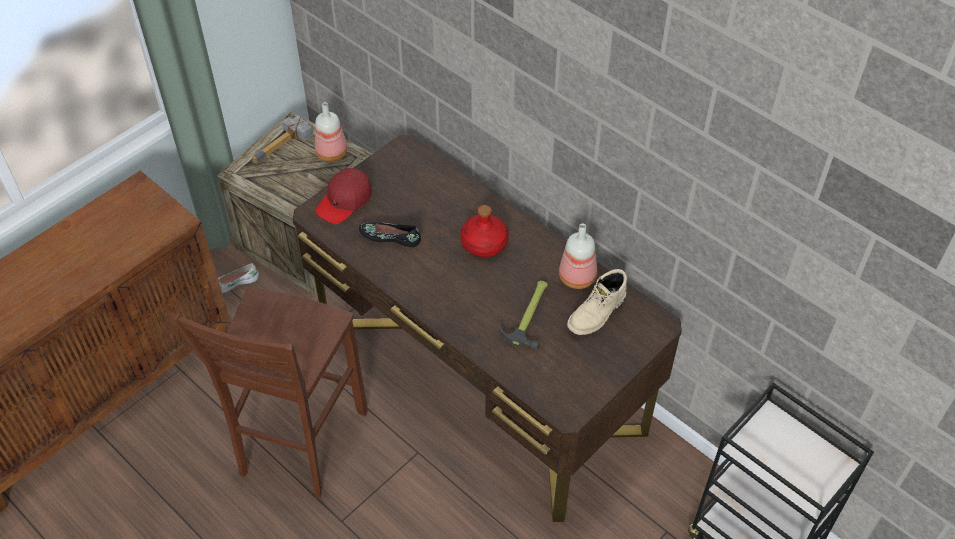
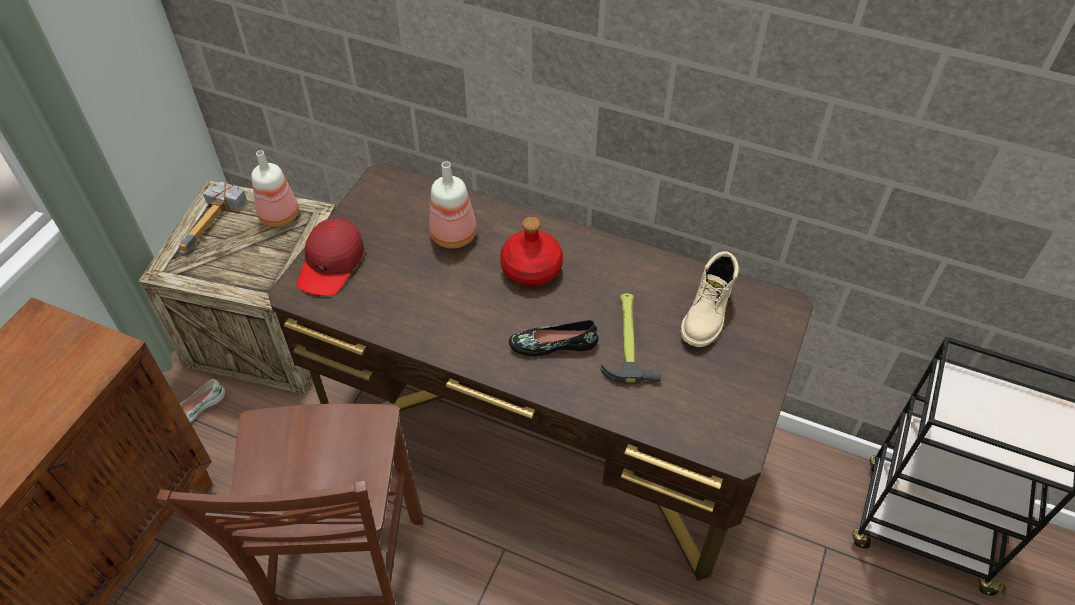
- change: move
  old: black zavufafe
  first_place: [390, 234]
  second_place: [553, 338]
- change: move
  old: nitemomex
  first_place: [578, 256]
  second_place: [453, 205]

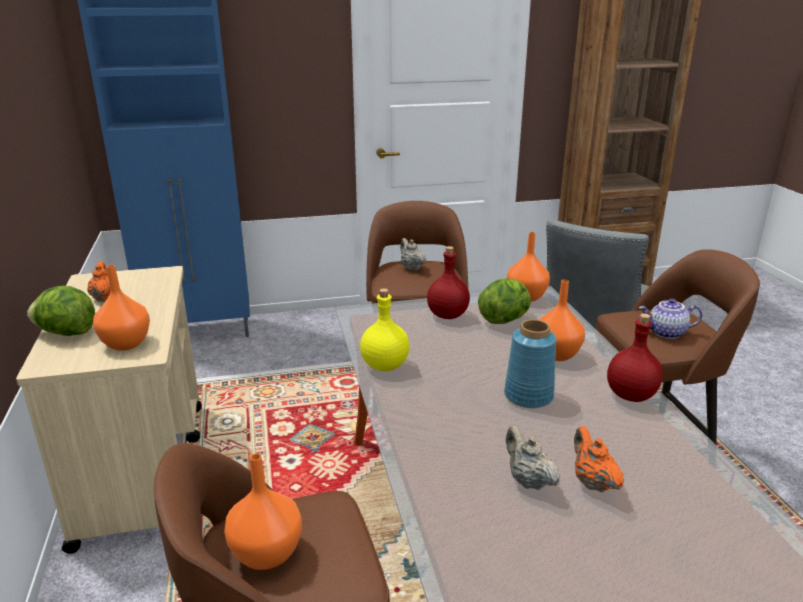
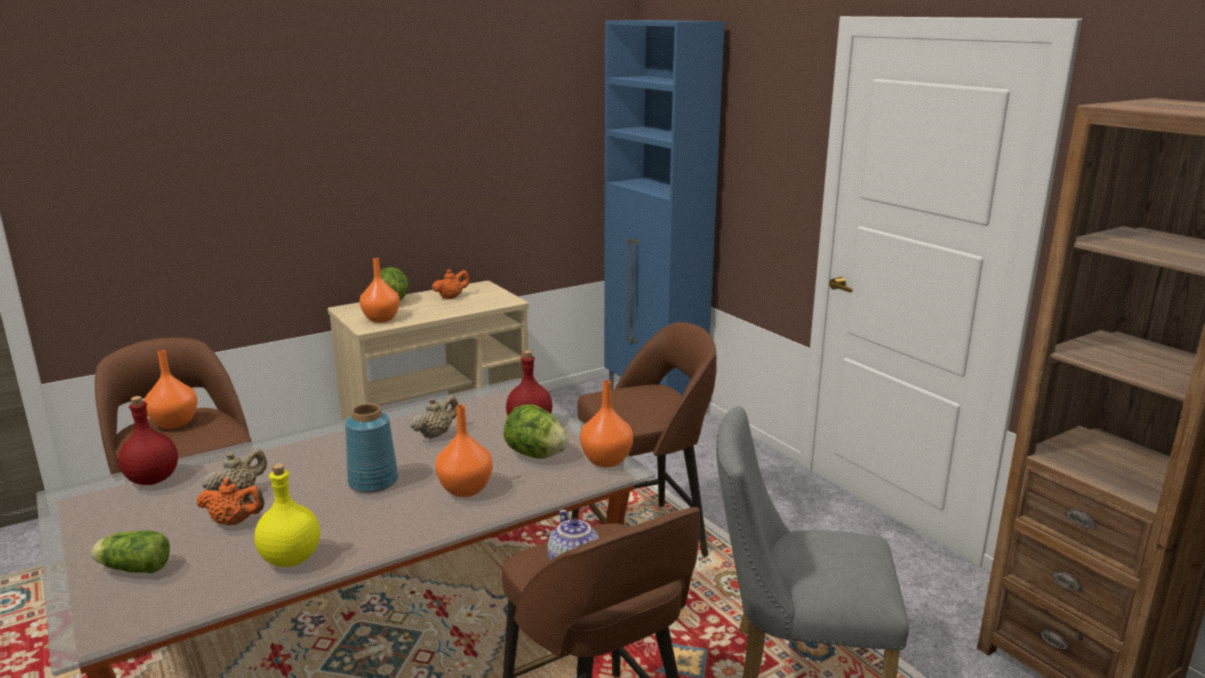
- change: insert
  new: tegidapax
  second_place: [130, 552]
- change: move
  old: yellow nitemomex
  first_place: [384, 329]
  second_place: [287, 515]
- change: move
  old: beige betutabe
  first_place: [413, 254]
  second_place: [434, 417]
- change: move
  old: red nitemomex
  first_place: [635, 357]
  second_place: [148, 440]
- change: rotate
  old: orange betutabe
  first_place: [599, 459]
  second_place: [230, 501]
  degrees: 45

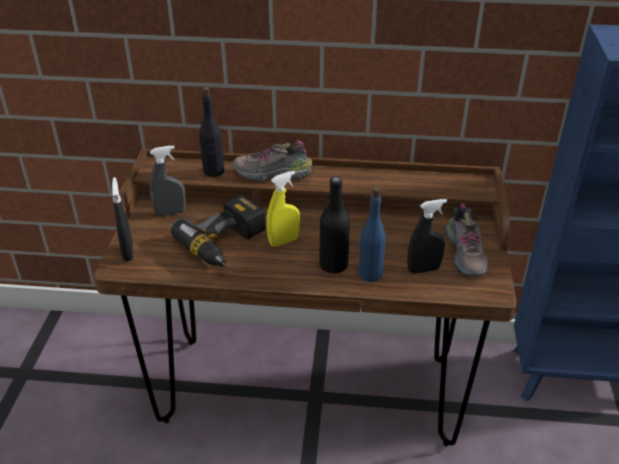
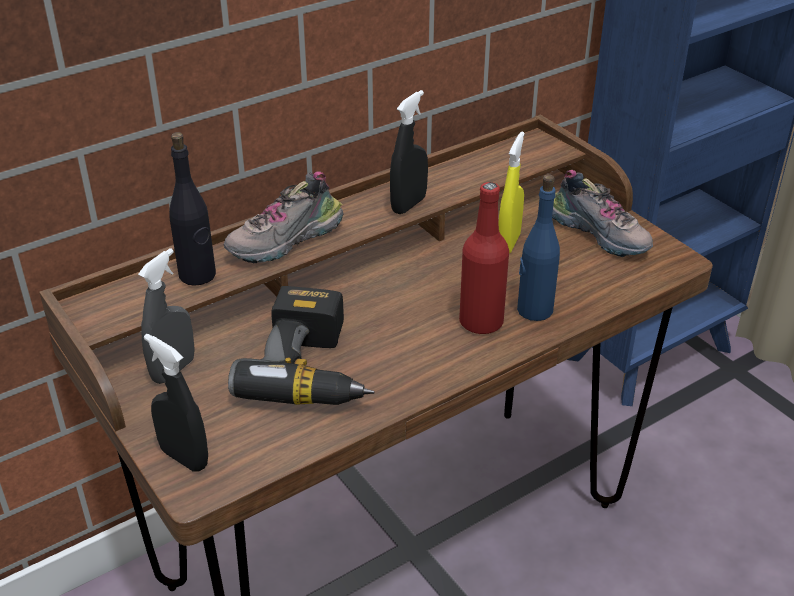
- change: move
  old: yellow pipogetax
  first_place: [283, 209]
  second_place: [512, 192]
- change: move
  old: black pipogetax
  first_place: [427, 236]
  second_place: [409, 152]
- change: recolor
  old: black nitemomex
  new: red nitemomex
  first_place: [334, 225]
  second_place: [484, 258]

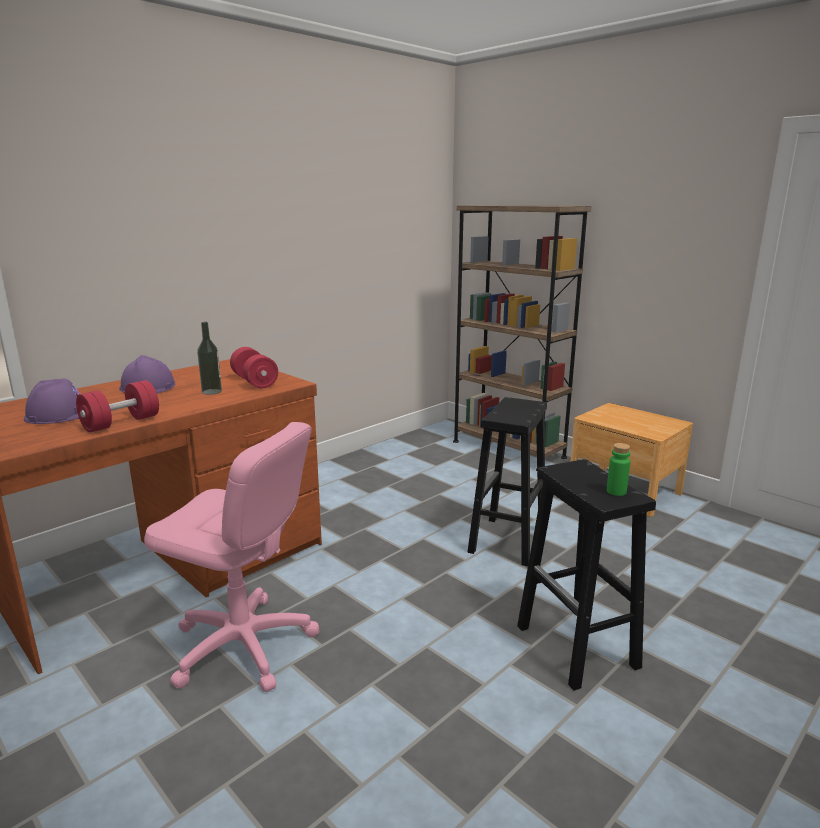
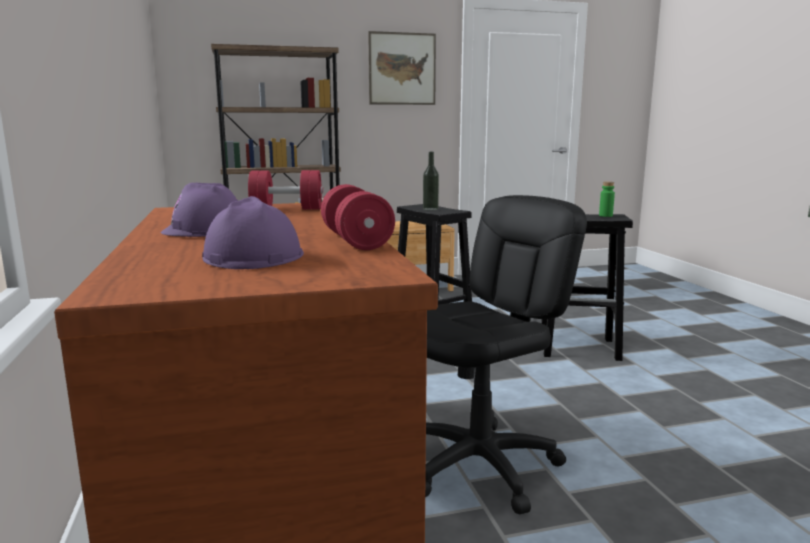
- change: insert
  new: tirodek
  second_place: [402, 68]
- change: move
  old: nitemomex
  first_place: [209, 358]
  second_place: [431, 181]
- change: recolor
  old: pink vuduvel
  new: black vuduvel
  first_place: [232, 557]
  second_place: [506, 354]

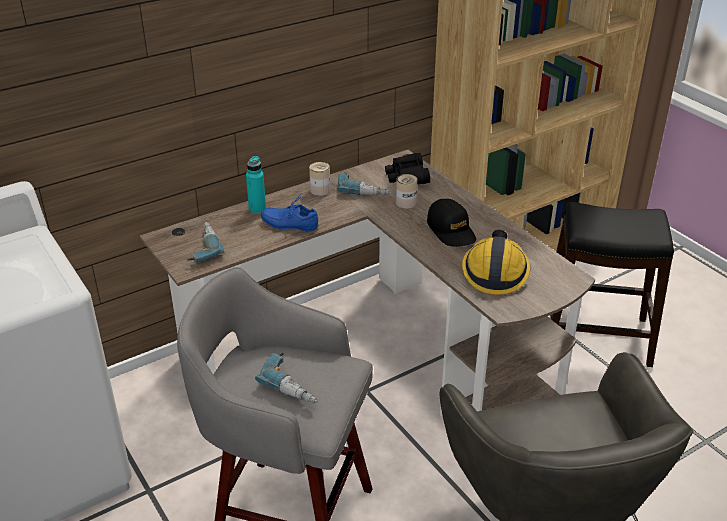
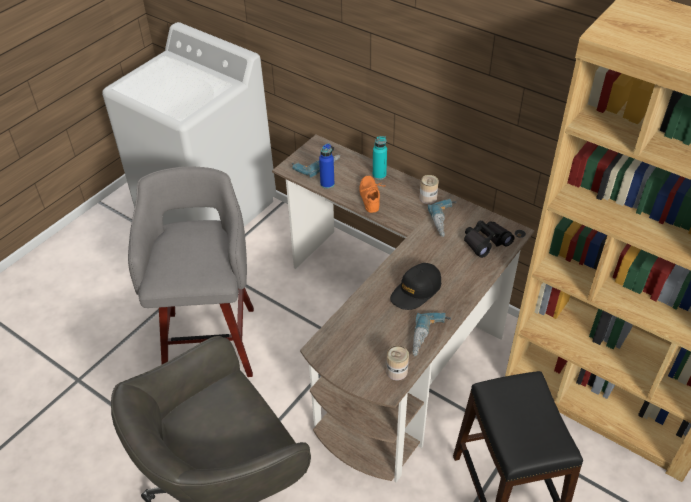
- change: delete
  old: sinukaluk
  first_place: [496, 262]
- change: insert
  new: blue nitemomex
  second_place: [326, 166]
- change: move
  old: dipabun
  first_place: [286, 377]
  second_place: [432, 335]
- change: move
  old: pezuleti
  first_place: [406, 191]
  second_place: [397, 362]
- change: recolor
  old: blue zavufafe
  new: orange zavufafe
  first_place: [289, 212]
  second_place: [372, 194]

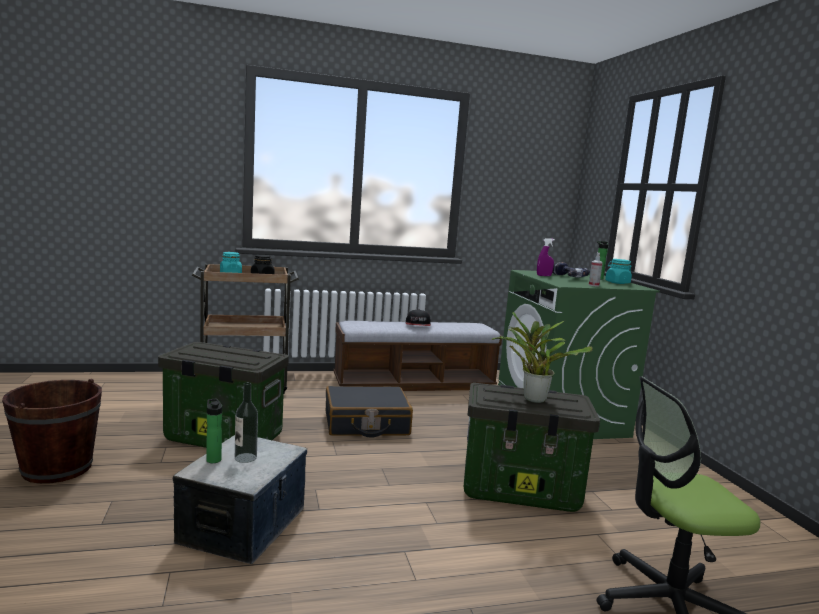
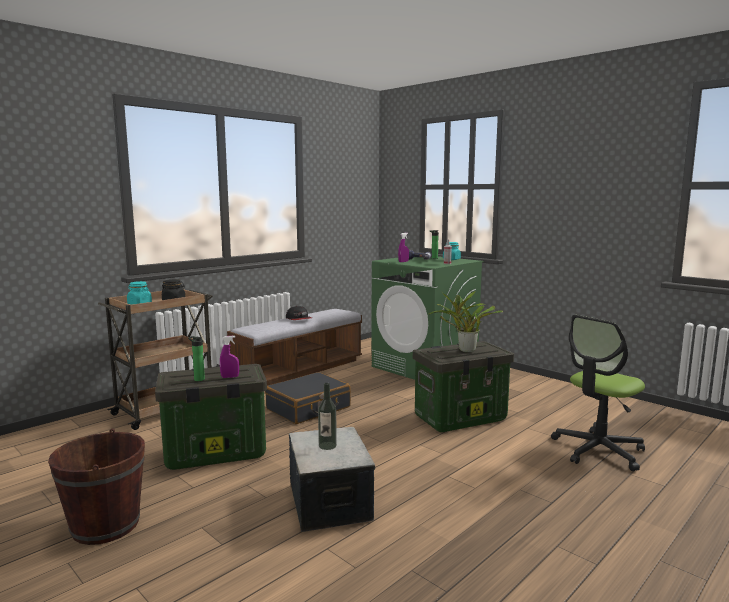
- change: insert
  new: purple pipogetax
  second_place: [229, 357]
- change: move
  old: nitemomex
  first_place: [214, 431]
  second_place: [196, 358]

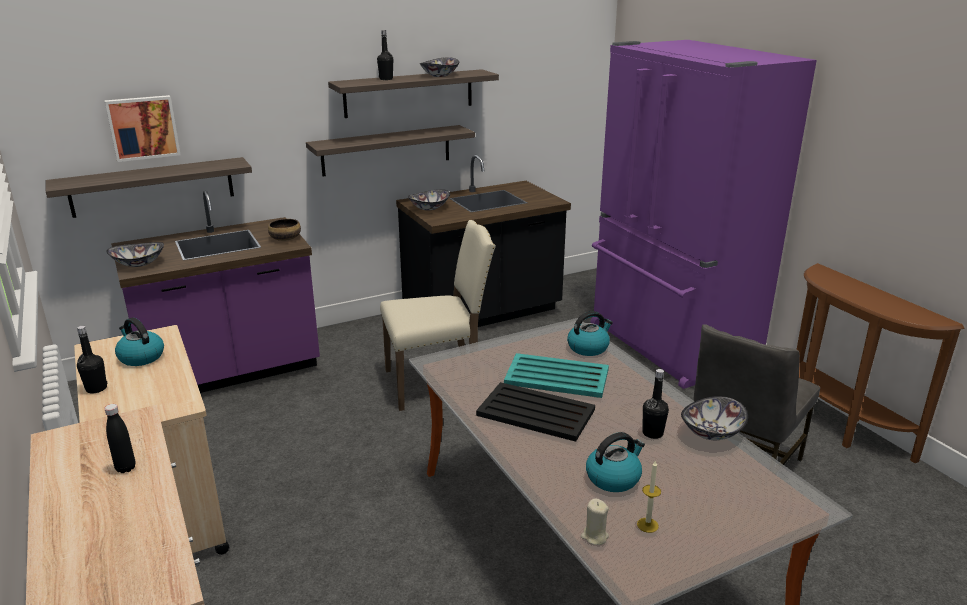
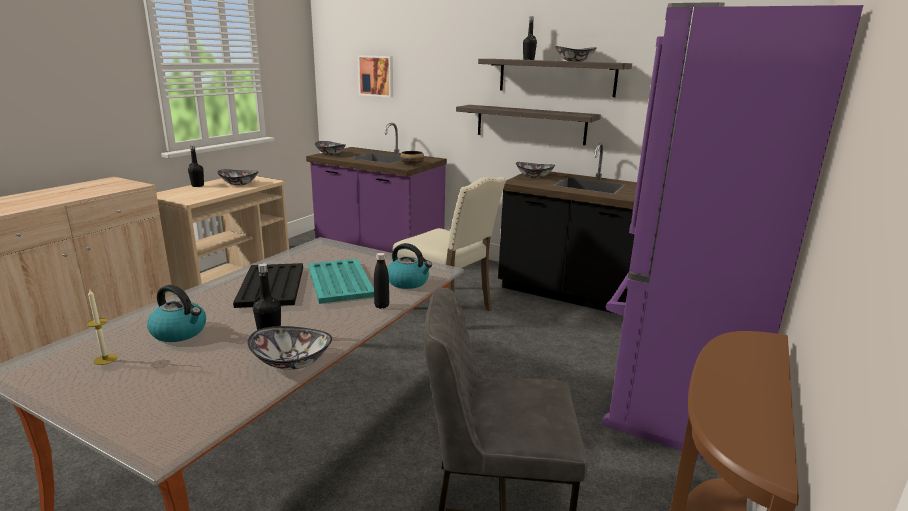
- change: delete
  old: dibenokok
  first_place: [149, 187]
- change: delete
  old: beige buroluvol
  first_place: [595, 521]
- change: move
  old: black nitemomex
  first_place: [119, 438]
  second_place: [381, 281]
- change: replace
  old: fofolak
  new: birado
  first_place: [139, 341]
  second_place: [238, 177]

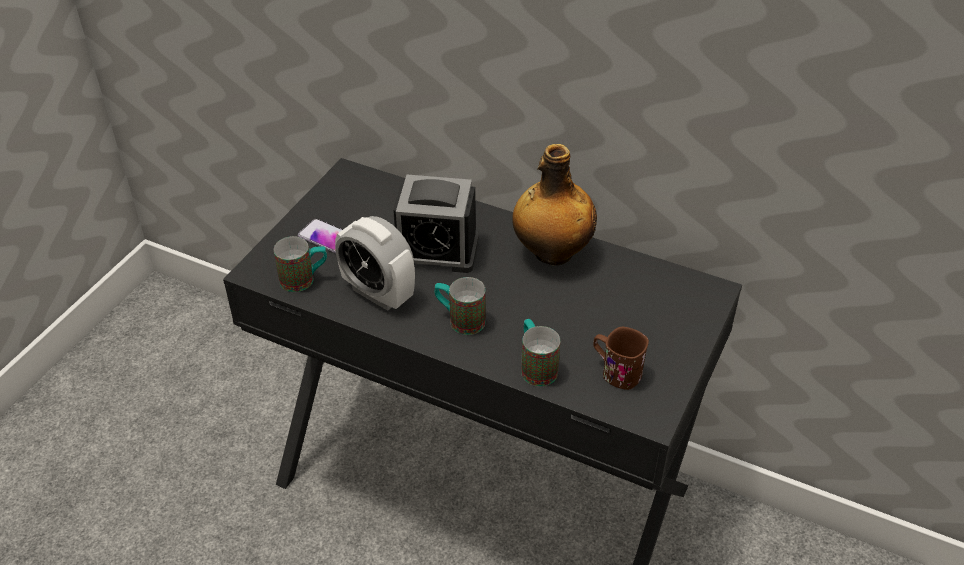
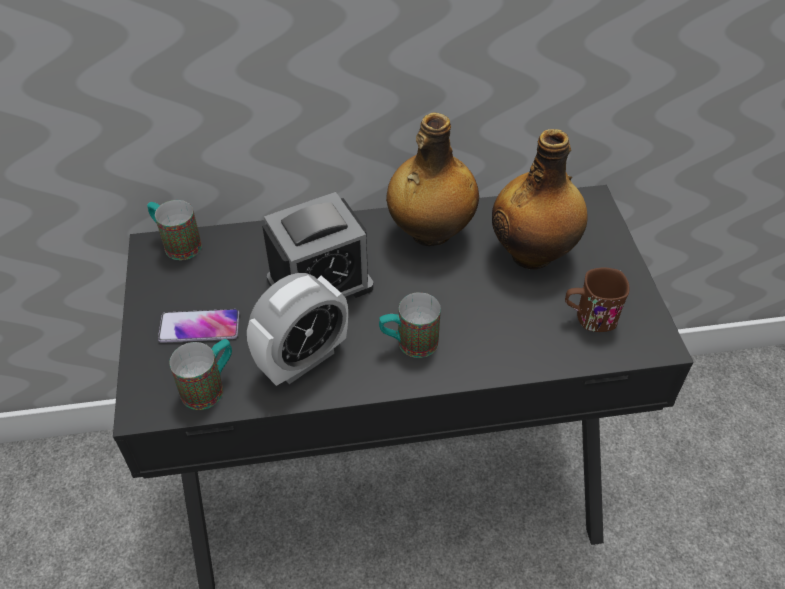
- change: insert
  new: nitemomex
  second_place: [540, 199]
- change: move
  old: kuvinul
  first_place: [540, 352]
  second_place: [174, 230]
- change: rotate
  old: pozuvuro
  first_place: [375, 263]
  second_place: [297, 329]
  degrees: -45

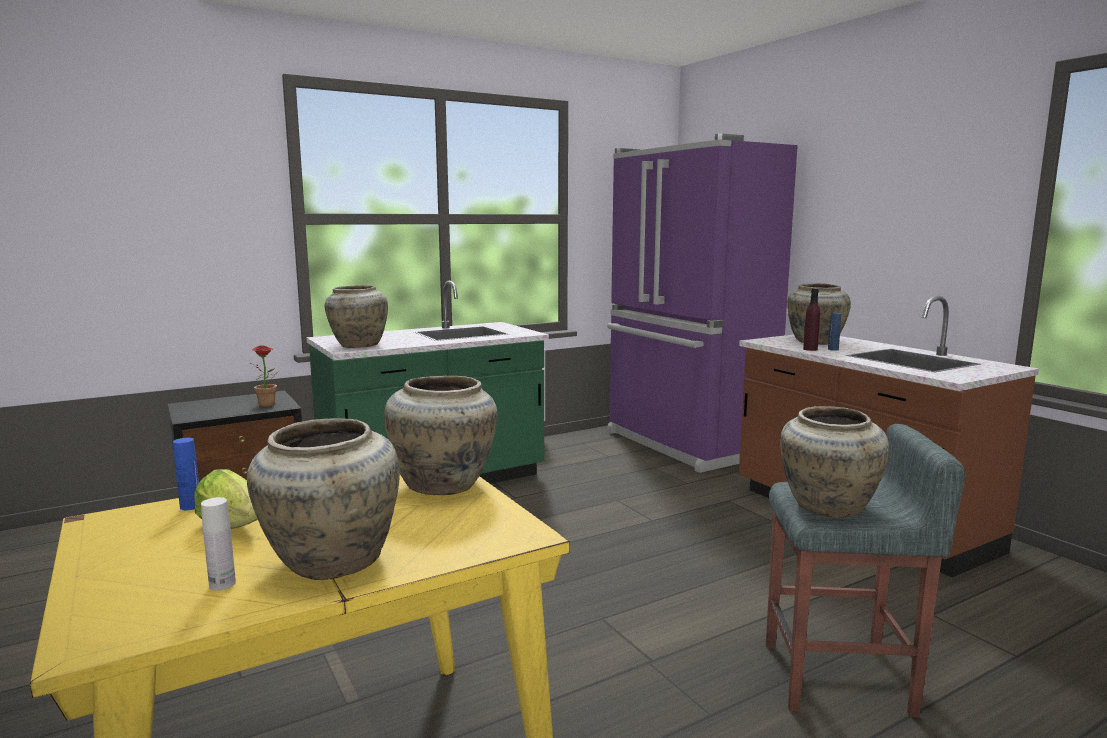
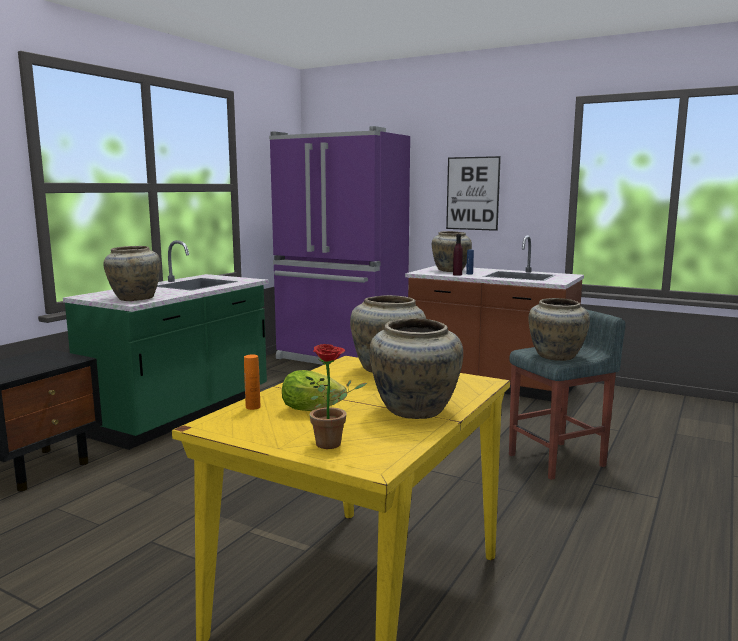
- change: delete
  old: white nitemomex
  first_place: [218, 544]
- change: insert
  new: tirodek
  second_place: [473, 193]
- change: move
  old: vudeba
  first_place: [263, 376]
  second_place: [336, 396]
- change: recolor
  old: blue nitemomex
  new: orange nitemomex
  first_place: [186, 474]
  second_place: [252, 382]

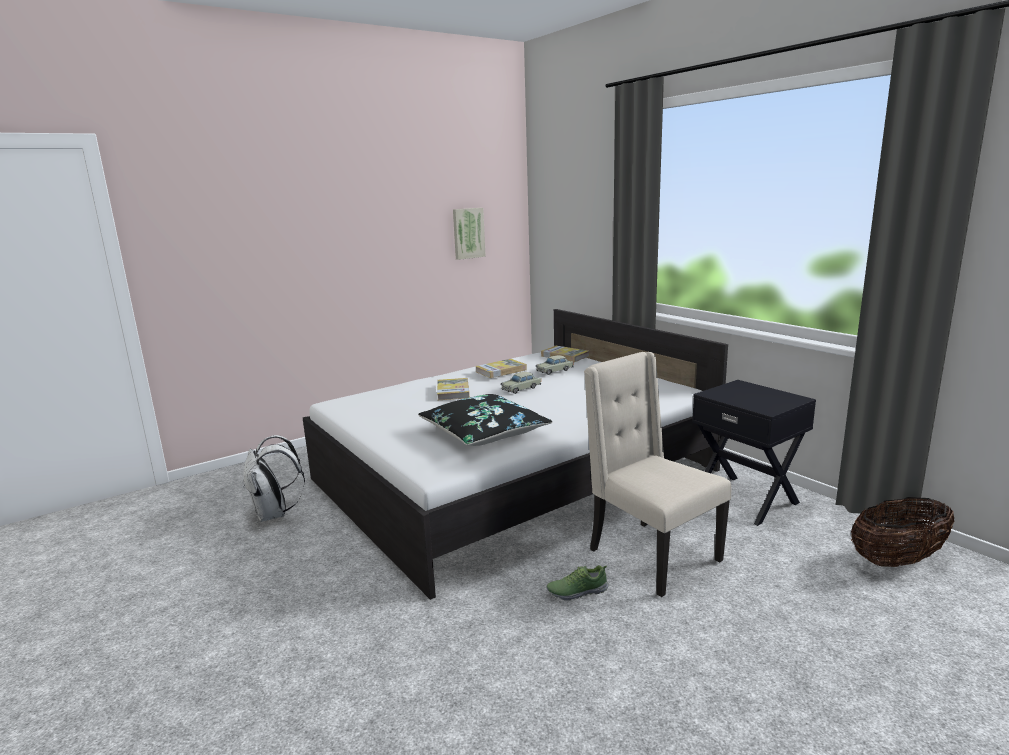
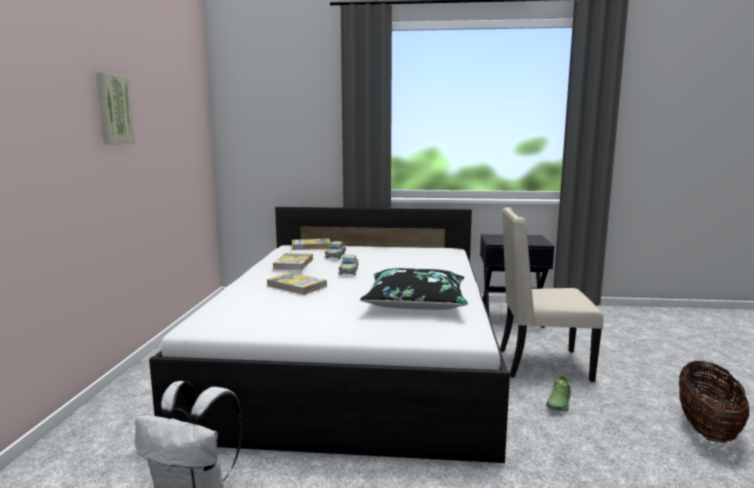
- change: move
  old: tirodek
  first_place: [469, 234]
  second_place: [116, 108]
- change: move
  old: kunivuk
  first_place: [902, 532]
  second_place: [714, 402]

